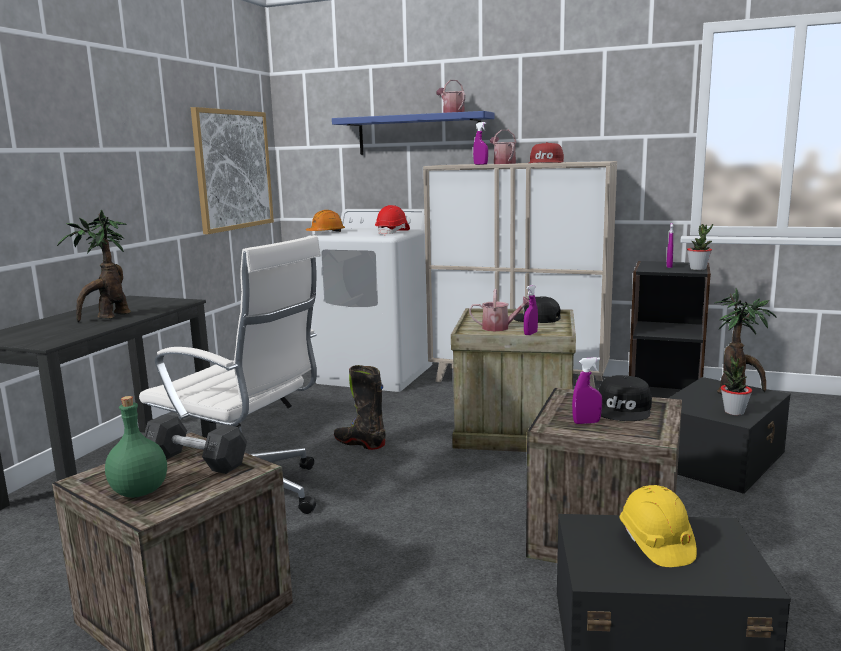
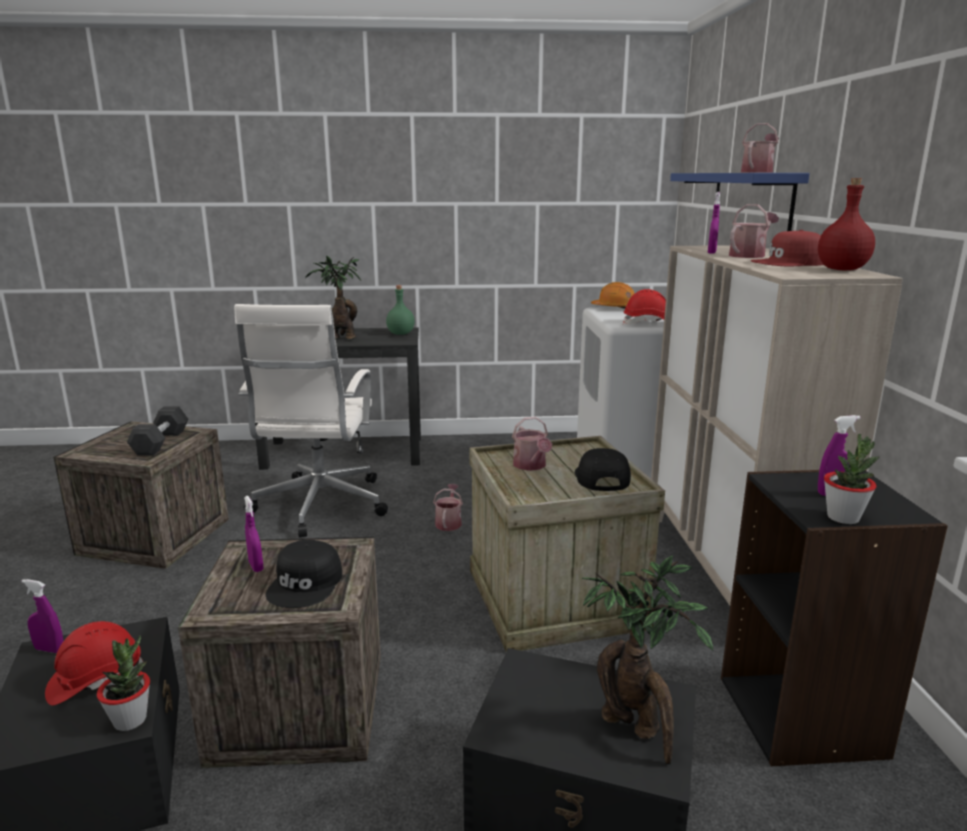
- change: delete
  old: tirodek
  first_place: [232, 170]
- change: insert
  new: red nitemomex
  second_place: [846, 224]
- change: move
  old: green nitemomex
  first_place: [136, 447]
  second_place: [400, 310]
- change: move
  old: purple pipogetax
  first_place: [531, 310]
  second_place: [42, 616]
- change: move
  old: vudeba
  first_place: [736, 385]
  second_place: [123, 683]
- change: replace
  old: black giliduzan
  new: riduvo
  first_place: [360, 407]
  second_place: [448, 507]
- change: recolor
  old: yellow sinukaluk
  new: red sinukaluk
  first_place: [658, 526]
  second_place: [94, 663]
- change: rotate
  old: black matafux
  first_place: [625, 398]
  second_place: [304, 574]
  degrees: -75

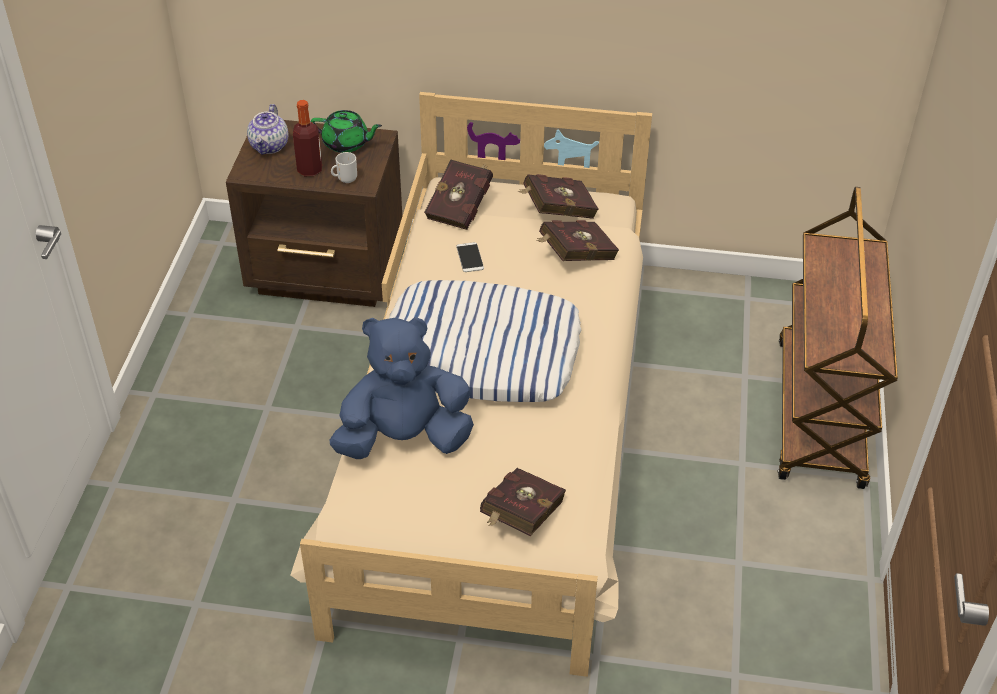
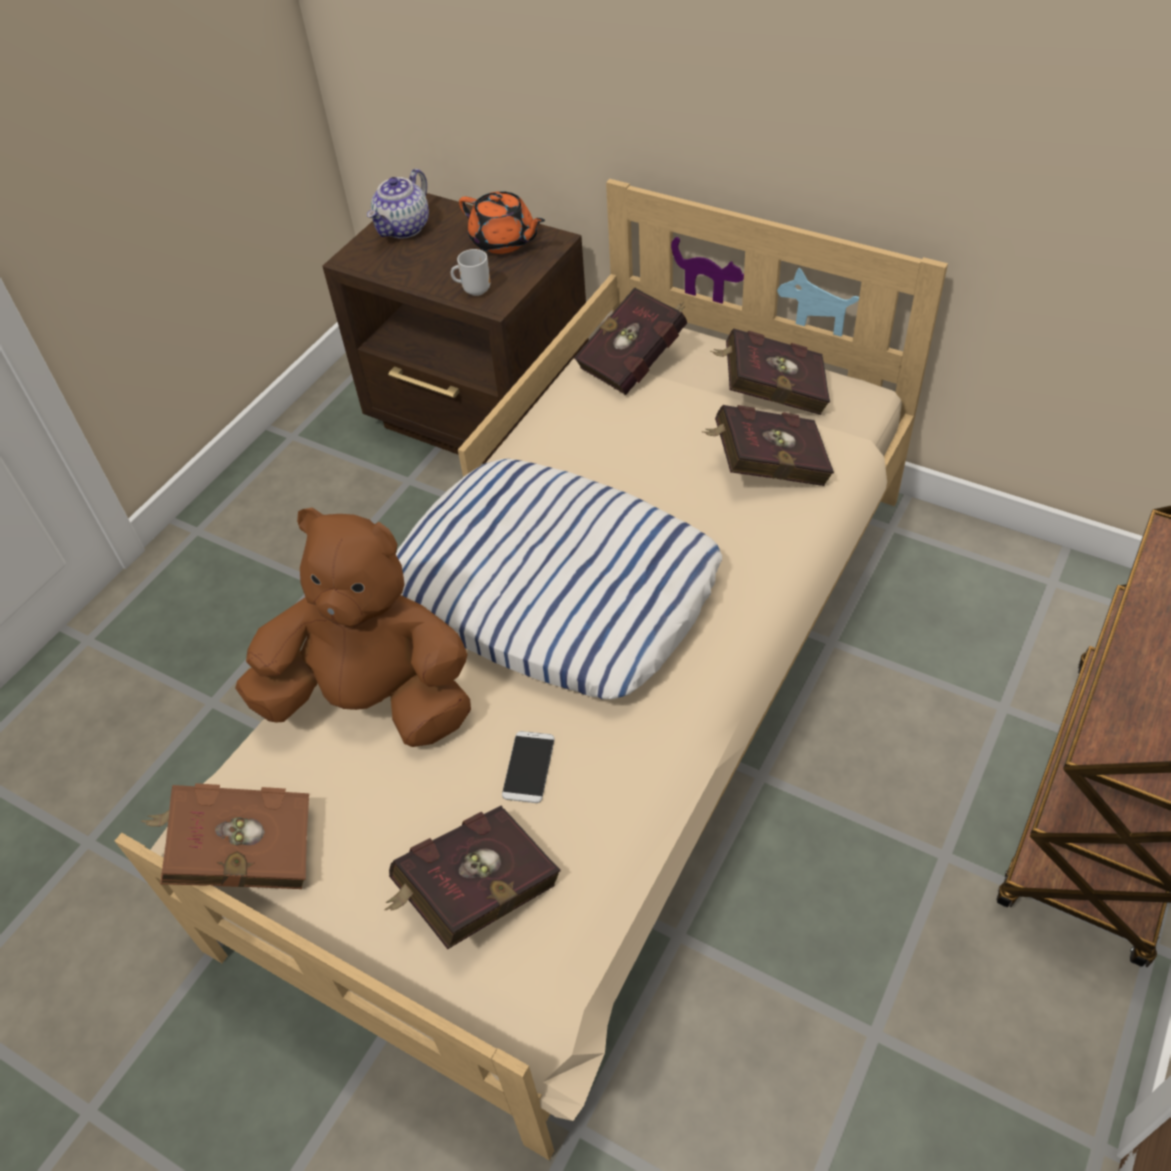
- change: delete
  old: nitemomex
  first_place: [307, 138]
- change: insert
  new: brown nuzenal
  second_place: [225, 836]
- change: move
  old: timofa
  first_place: [470, 257]
  second_place: [528, 767]
- change: recolor
  old: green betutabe
  new: orange betutabe
  first_place: [346, 131]
  second_place: [502, 222]
- change: recolor
  old: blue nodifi
  new: brown nodifi
  first_place: [402, 388]
  second_place: [353, 627]

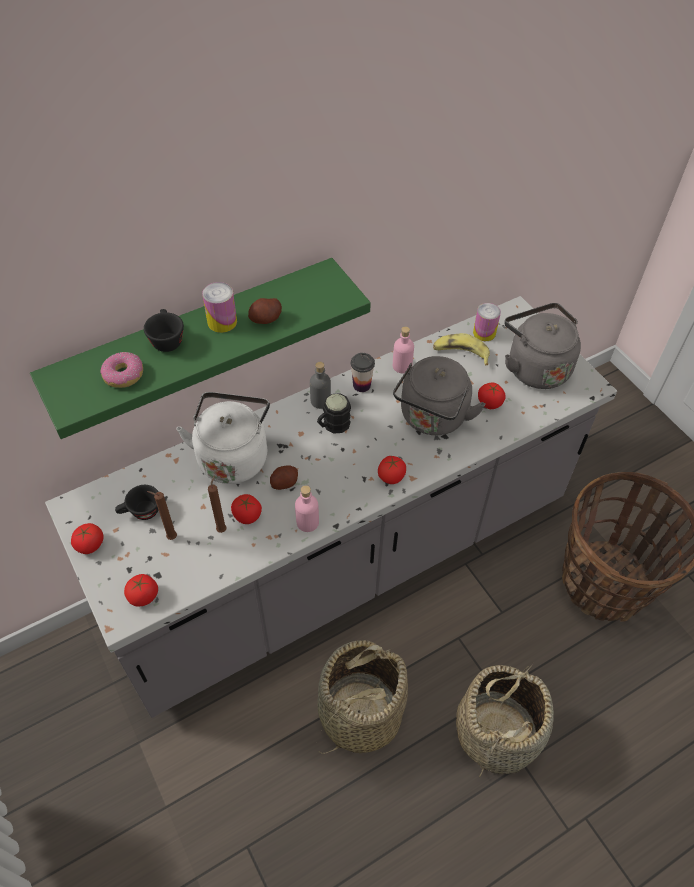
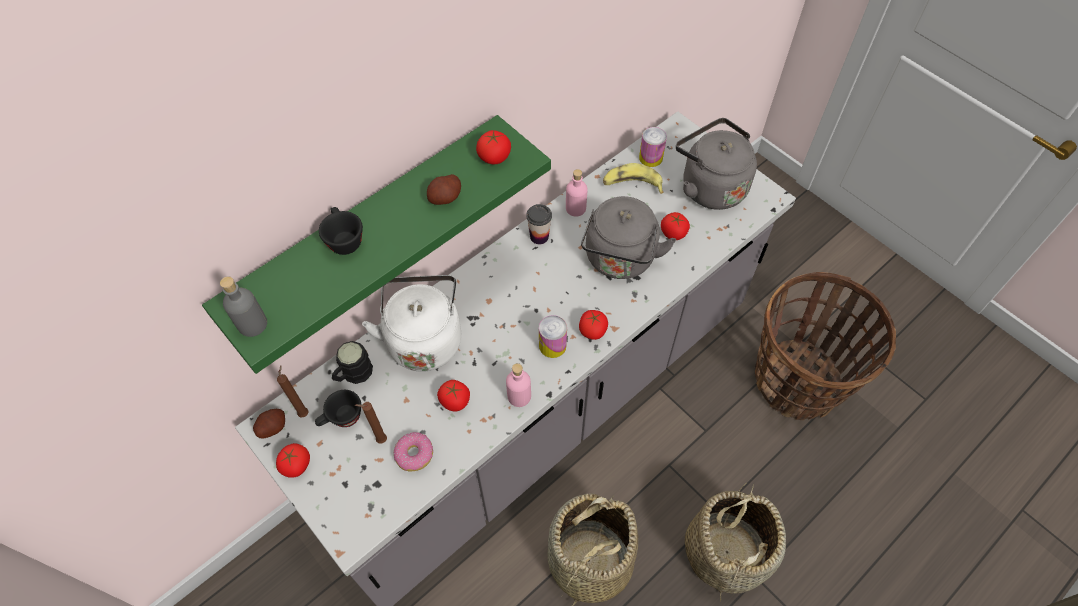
- change: move
  old: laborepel
  first_place: [122, 370]
  second_place: [413, 451]
- change: move
  old: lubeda
  first_place: [141, 590]
  second_place: [493, 147]
- change: move
  old: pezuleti
  first_place: [219, 307]
  second_place: [553, 336]
- change: move
  old: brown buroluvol
  first_place: [217, 504]
  second_place: [292, 391]
- change: move
  old: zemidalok
  first_place: [284, 477]
  second_place: [269, 424]
- change: move
  old: grey nitemomex
  first_place: [320, 385]
  second_place: [243, 306]
- change: move
  old: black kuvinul
  first_place: [334, 413]
  second_place: [352, 362]

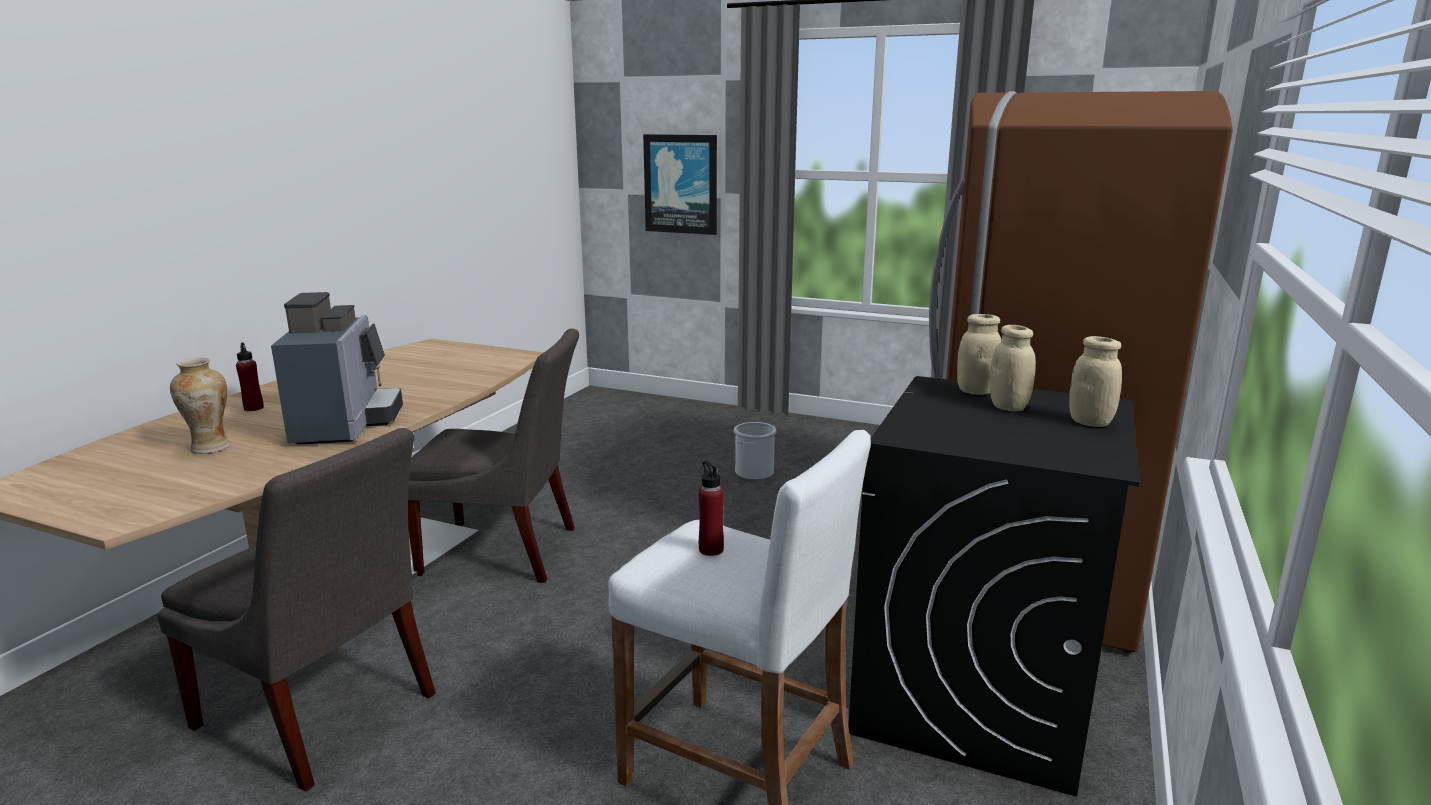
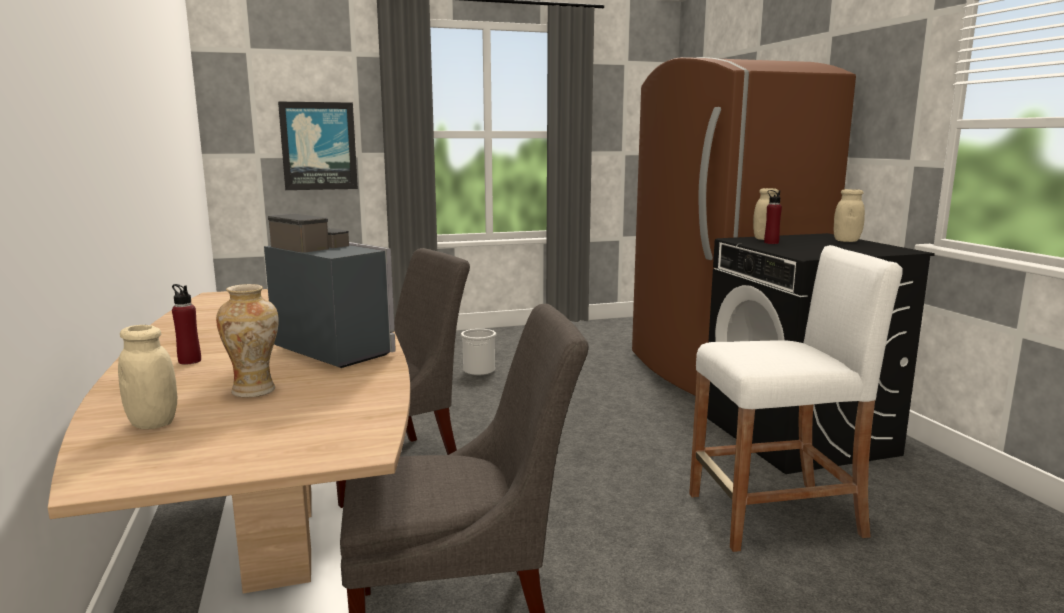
- change: move
  old: red nitemomex
  first_place: [711, 508]
  second_place: [773, 217]
- change: move
  old: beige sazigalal
  first_place: [1013, 368]
  second_place: [147, 377]

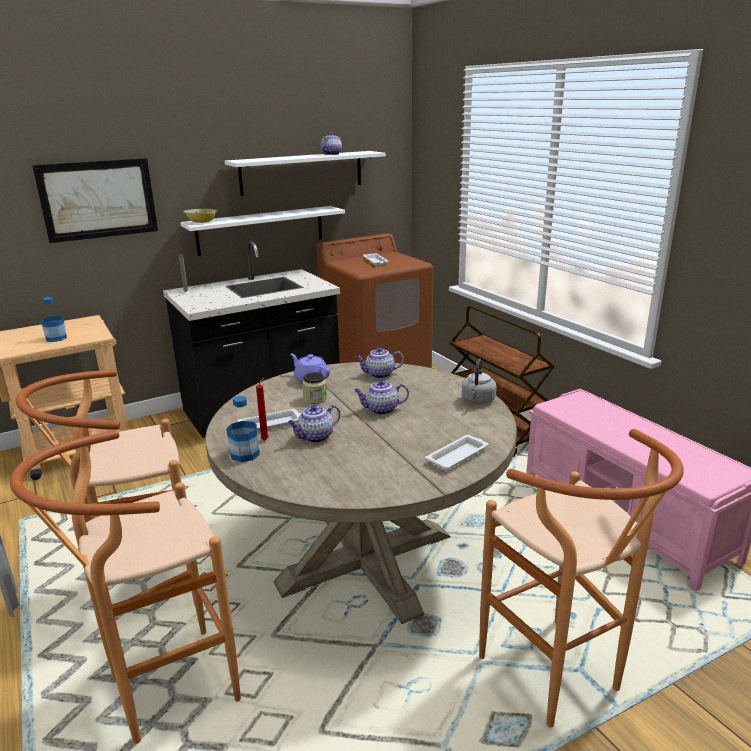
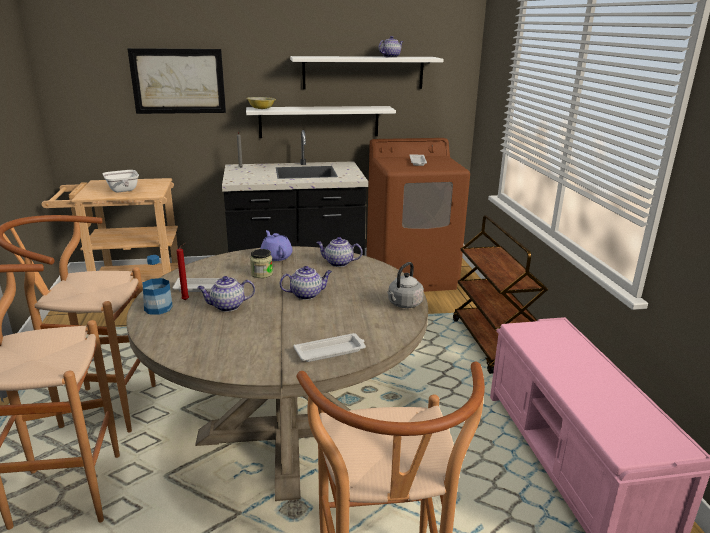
- change: replace
  old: nitemomex
  new: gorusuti
  first_place: [54, 319]
  second_place: [121, 181]
- change: rotate
  old: betutabe
  first_place: [381, 397]
  second_place: [305, 283]
  degrees: 150

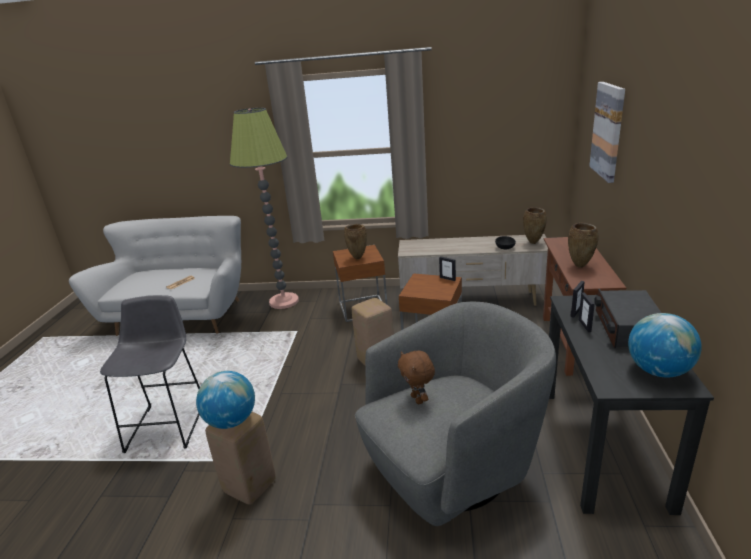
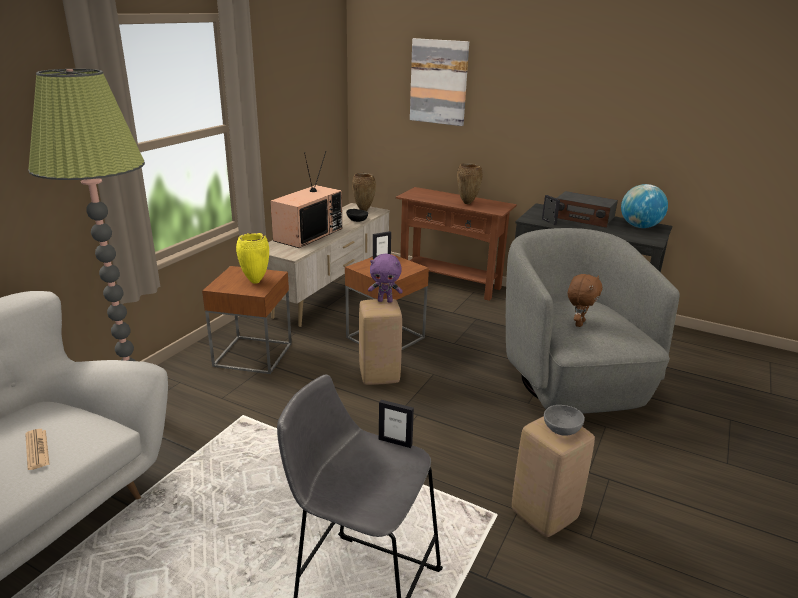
- change: insert
  new: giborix
  second_place: [306, 199]
- change: insert
  new: purple nodifi
  second_place: [385, 278]
- change: move
  old: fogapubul
  first_place: [587, 312]
  second_place: [396, 424]
- change: replace
  old: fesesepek
  new: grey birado
  first_place: [225, 400]
  second_place: [564, 420]
- change: recolor
  old: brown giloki
  new: yellow giloki
  first_place: [355, 241]
  second_place: [252, 258]
- change: rotate
  old: brown nodifi
  first_place: [416, 377]
  second_place: [585, 300]
  degrees: -60

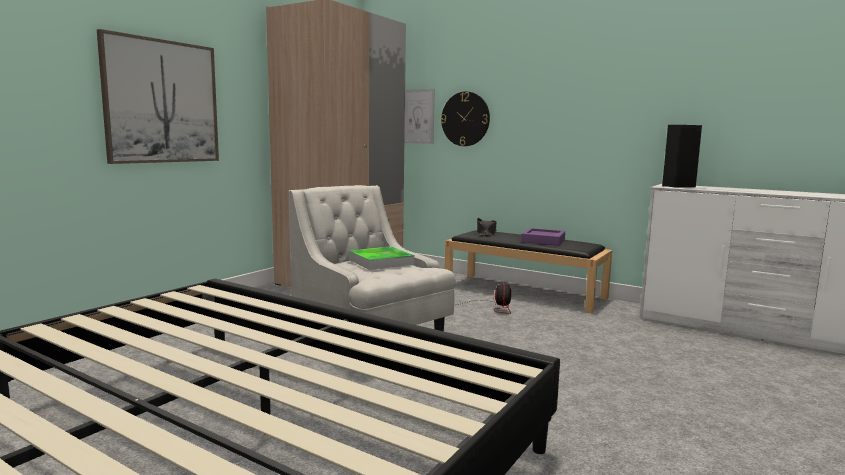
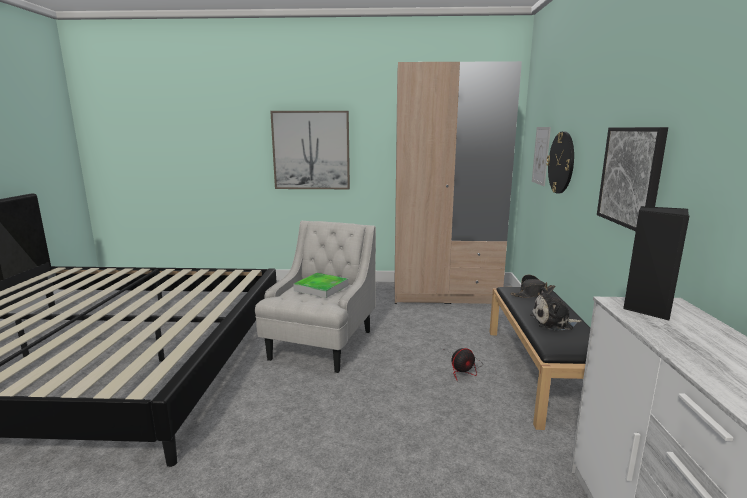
- change: insert
  new: tirodek
  second_place: [632, 179]
- change: replace
  old: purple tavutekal
  new: nodifi
  first_place: [543, 237]
  second_place: [556, 308]

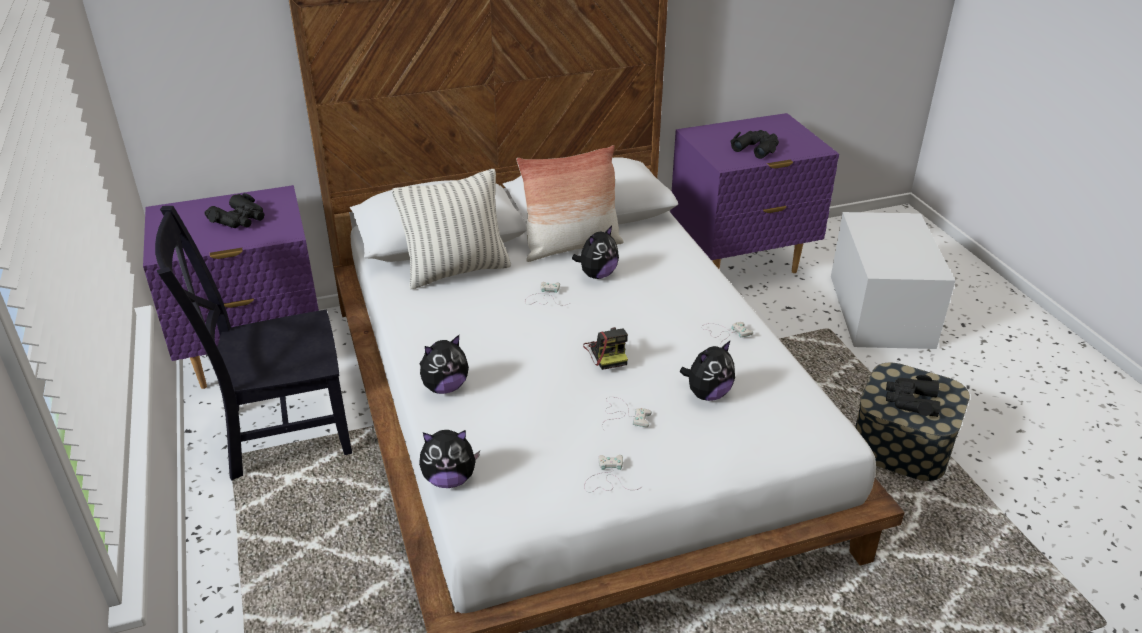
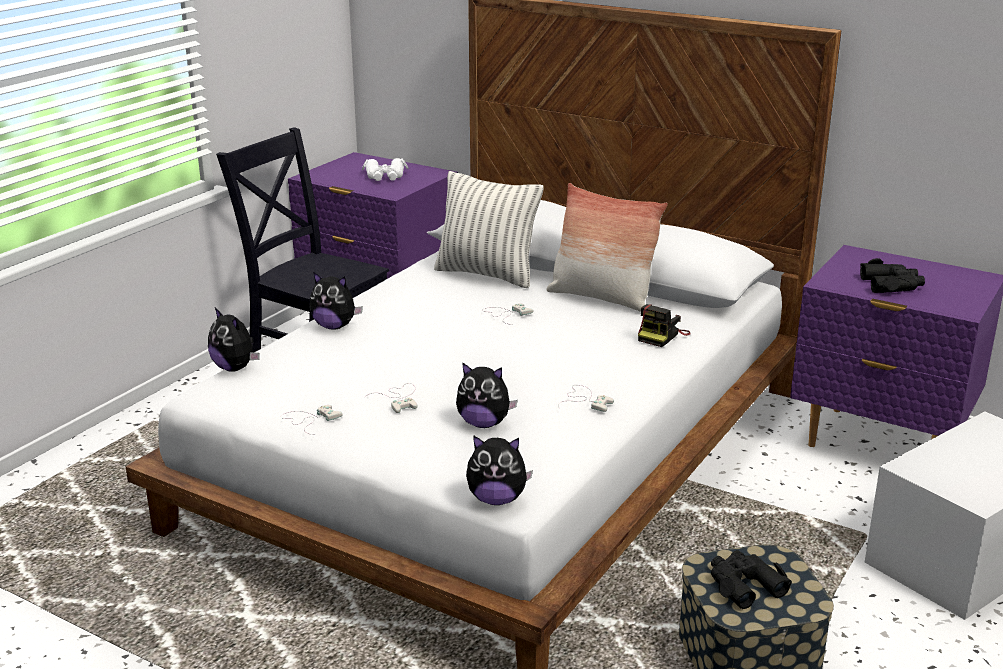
- change: move
  old: nodifi
  first_place: [595, 252]
  second_place: [499, 470]
- change: move
  old: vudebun
  first_place: [605, 348]
  second_place: [664, 325]
- change: recolor
  old: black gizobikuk
  new: white gizobikuk
  first_place: [234, 210]
  second_place: [385, 169]

